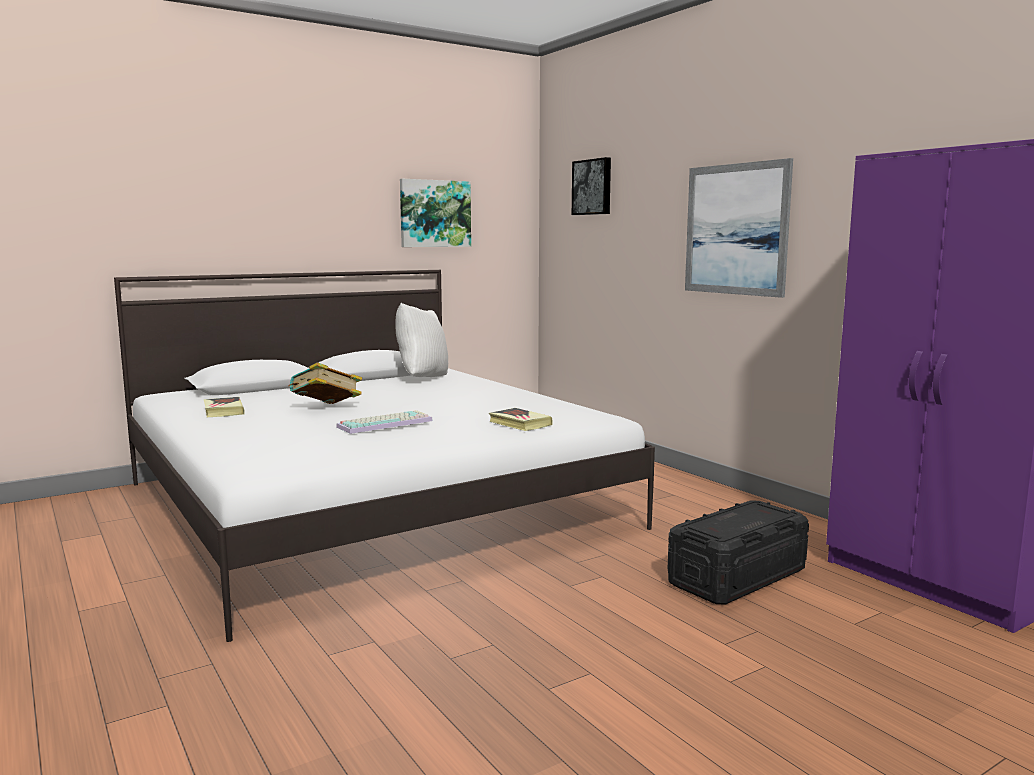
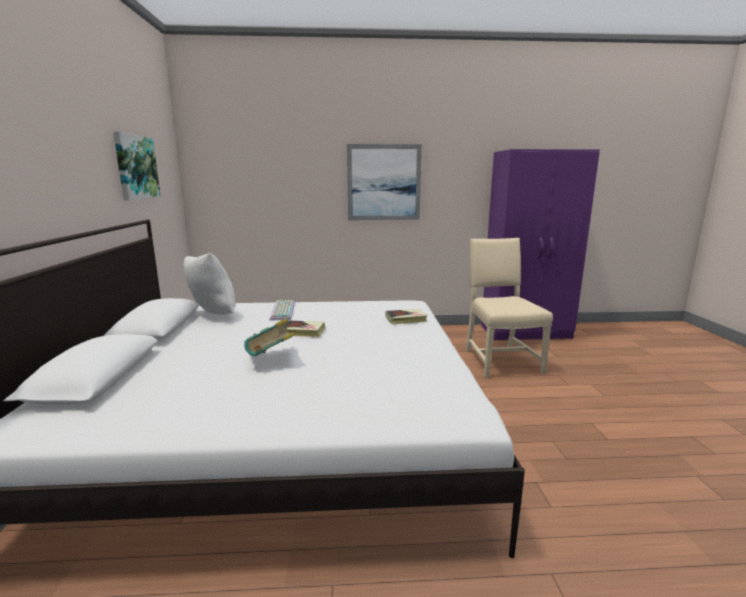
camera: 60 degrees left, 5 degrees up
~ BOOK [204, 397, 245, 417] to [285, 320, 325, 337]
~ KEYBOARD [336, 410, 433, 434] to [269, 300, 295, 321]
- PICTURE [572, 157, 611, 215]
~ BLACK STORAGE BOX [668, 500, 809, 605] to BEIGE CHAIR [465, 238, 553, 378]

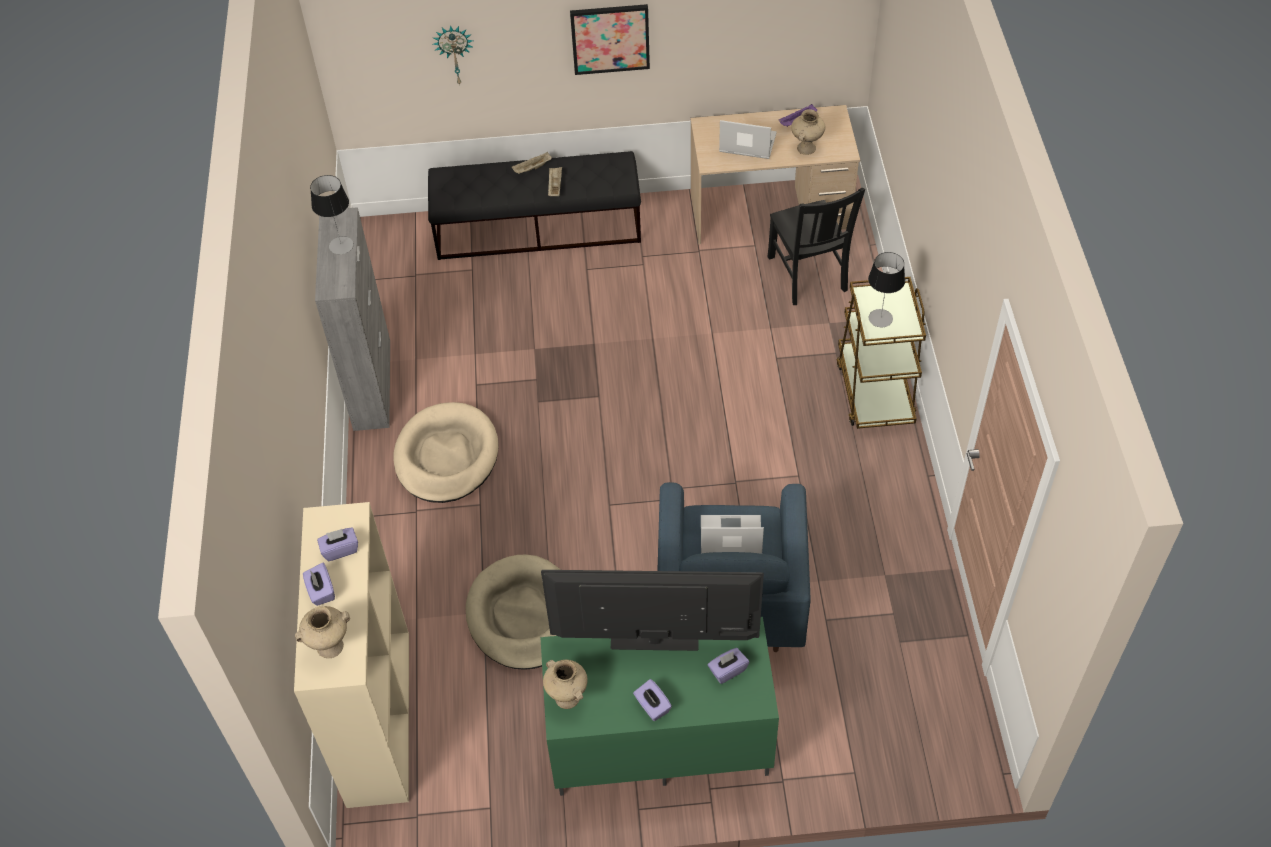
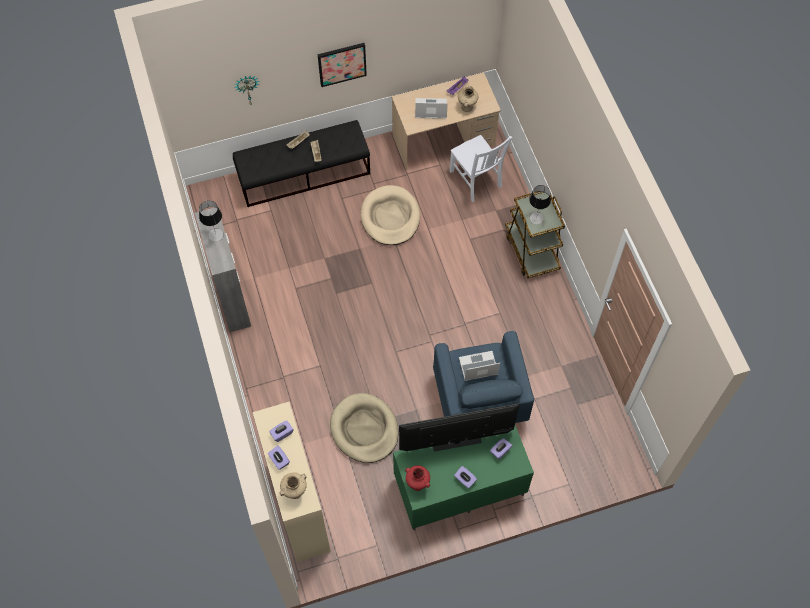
camera: 15 degrees left, 10 degrees up
~ BEIGE DOG BED [393, 402, 499, 503] to [360, 185, 420, 245]
~ BEIGE VASE [543, 660, 588, 709] to RED VASE [405, 466, 430, 491]
~ BLACK CHAIR [768, 188, 865, 305] to WHITE CHAIR [449, 135, 512, 202]

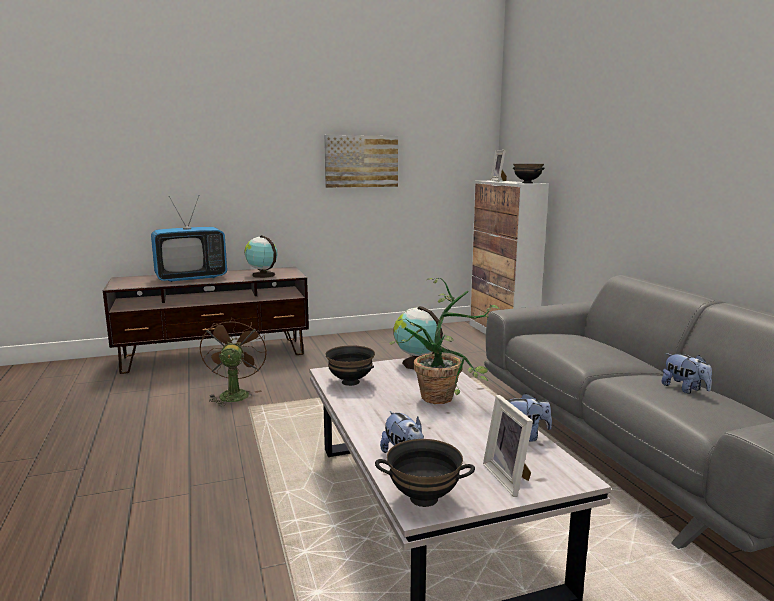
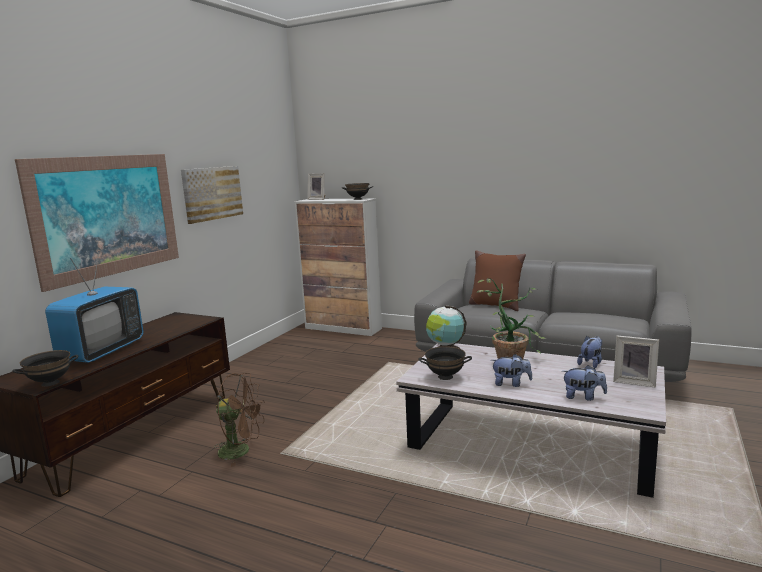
camera: 45 degrees left, 0 degrees up
~ BROWN FAN [200, 317, 267, 406] = [214, 373, 265, 467] 150 degrees clockwise
- GLOBE [244, 235, 278, 278]
~ BLACK BOWL [375, 439, 475, 507] to [12, 350, 79, 387]
~ PLUSH TOY [661, 353, 712, 394] to [491, 354, 532, 387]
+ PICTURE [15, 154, 179, 292]
+ BROWN PILLOW [469, 250, 526, 311]

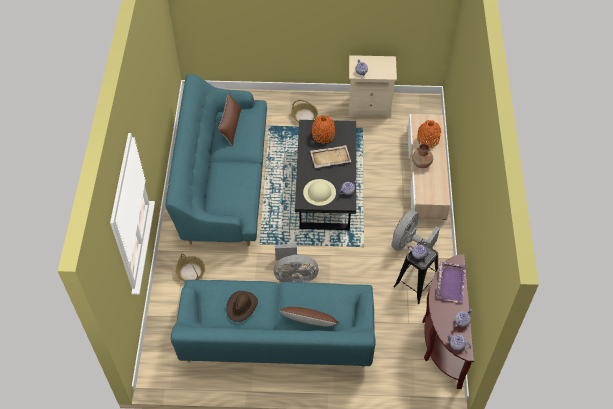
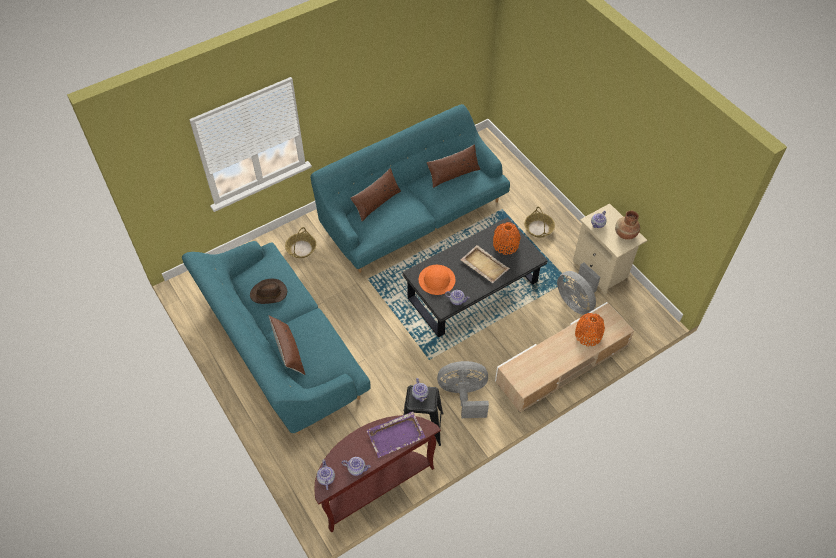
camera: 55 degrees right, 0 degrees up
~ GREY FAN [274, 244, 319, 282] to [557, 262, 600, 315]
~ BEIGE HAT [303, 179, 336, 206] to ORANGE HAT [418, 265, 456, 295]
~ BROWN VASE [412, 143, 433, 168] to [615, 211, 640, 240]
+ BROWN PILLOW [350, 168, 401, 221]

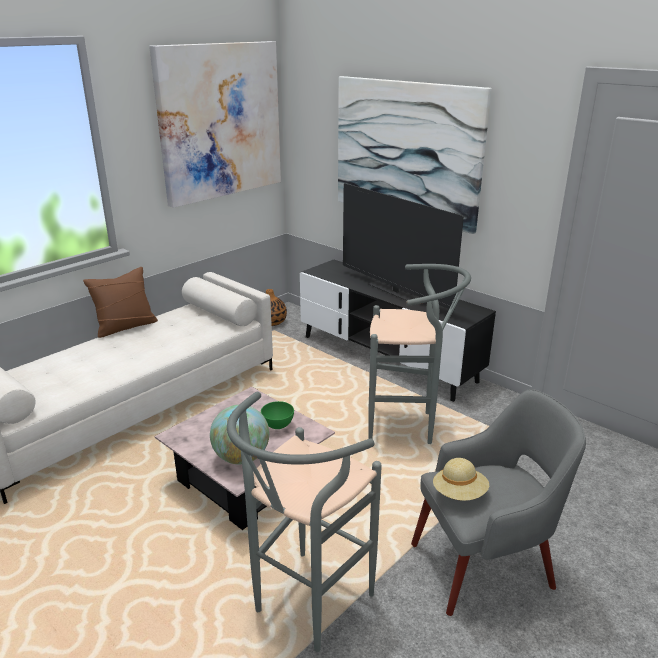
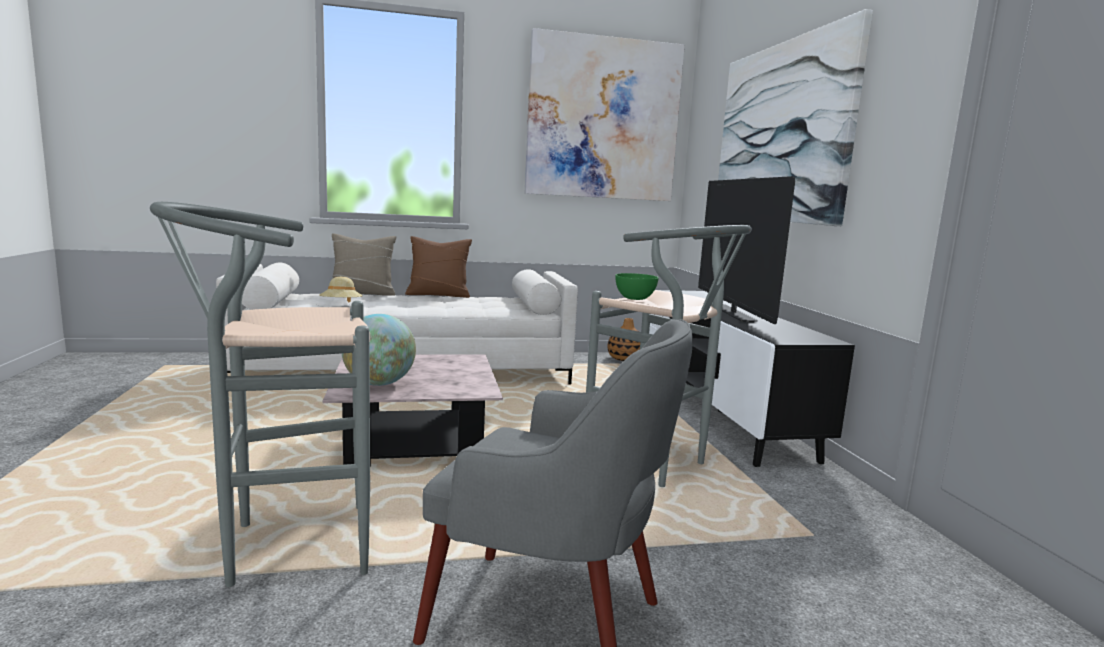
camera: 35 degrees right, 15 degrees down
~ GREEN BOWL [261, 401, 294, 429] to [615, 273, 659, 300]
~ BEIGE HAT [433, 458, 489, 501] to [319, 277, 363, 303]
+ BEIGE PILLOW [332, 233, 396, 296]

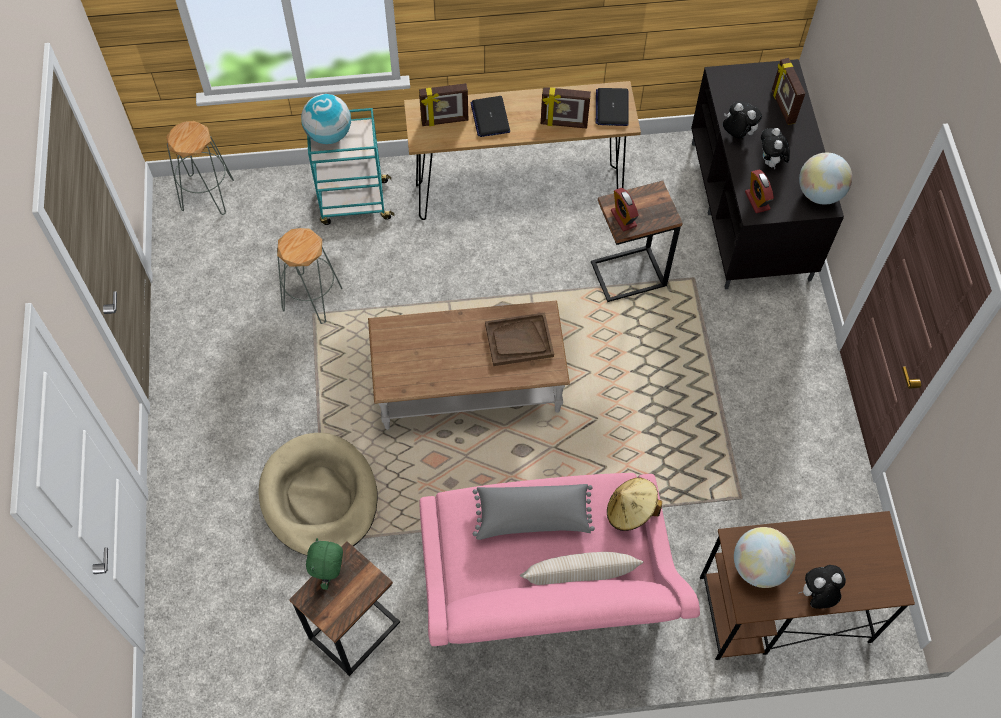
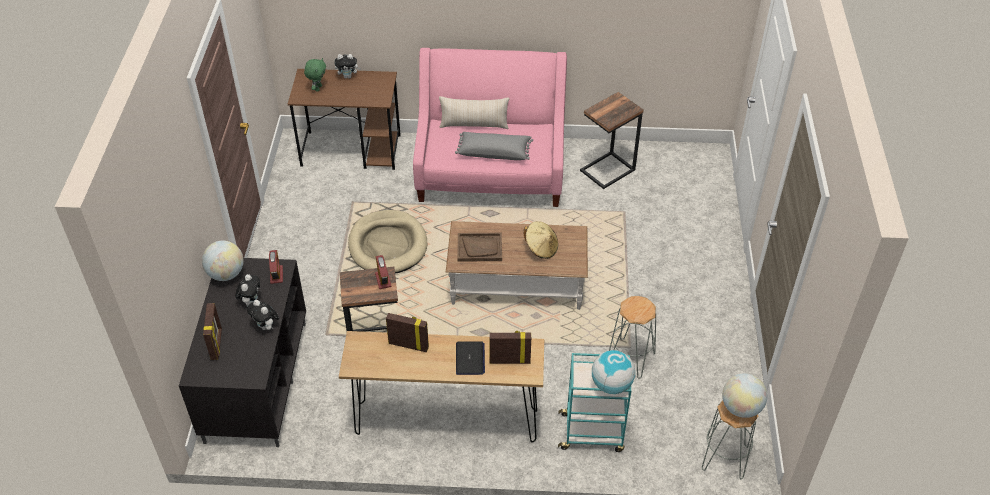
camera: 170 degrees left, 15 degrees down
~ BEIGE DOG BED [258, 433, 378, 555] to [348, 210, 427, 274]
~ GREEN PLUSH TOY [306, 538, 343, 590] to [304, 58, 326, 92]
- LAPTOP [596, 88, 629, 126]
~ BEIGE HAT [607, 477, 662, 531] to [524, 221, 558, 259]
~ GLOBE [734, 527, 795, 588] to [722, 373, 767, 418]

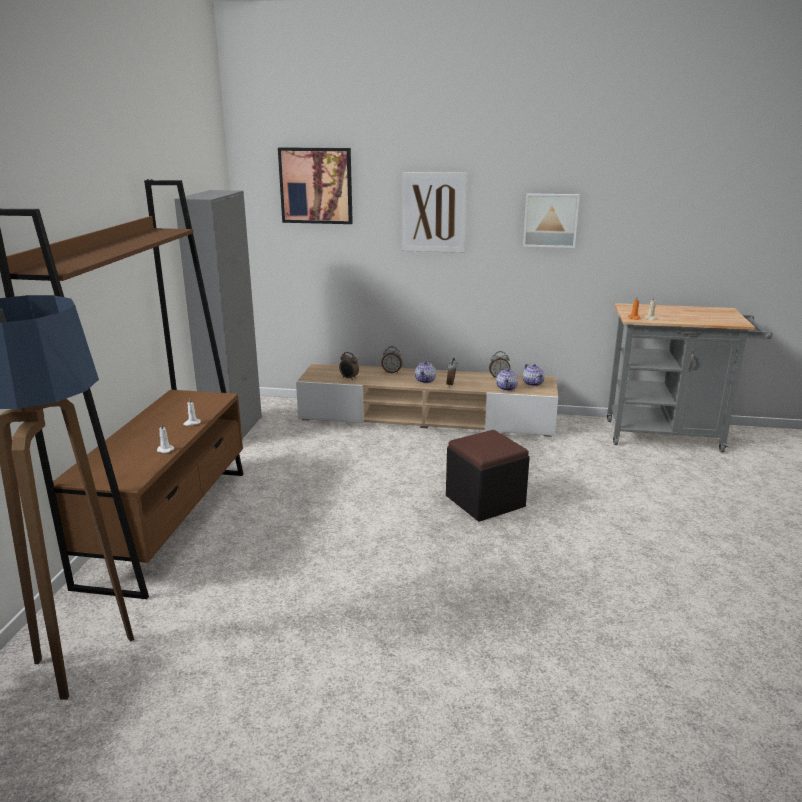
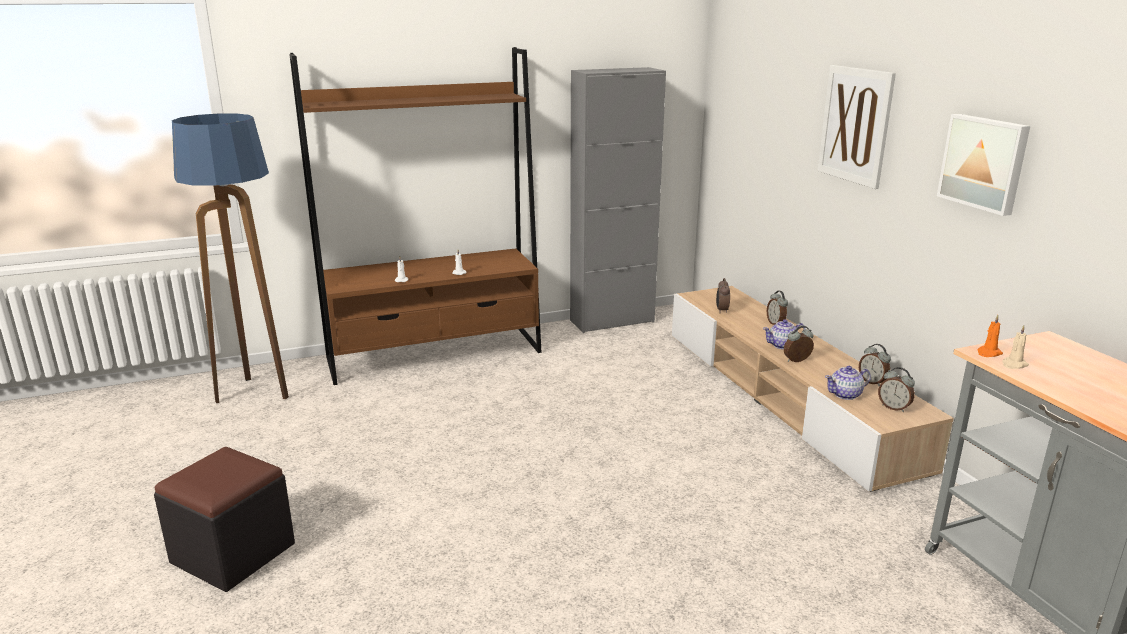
camera: 60 degrees right, 0 degrees up
- PICTURE [278, 147, 353, 224]
~ BLACK OTTOMAN [446, 430, 530, 522] to [154, 447, 295, 592]
~ TEAPOT [523, 364, 545, 386] to ALARM CLOCK [878, 367, 915, 412]

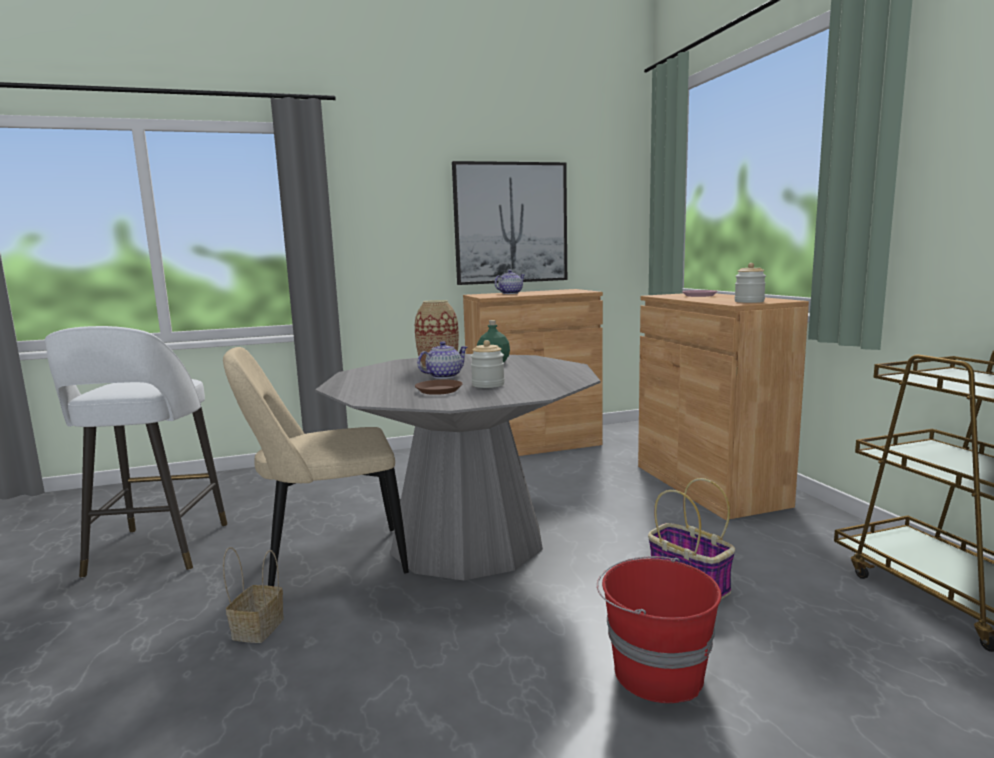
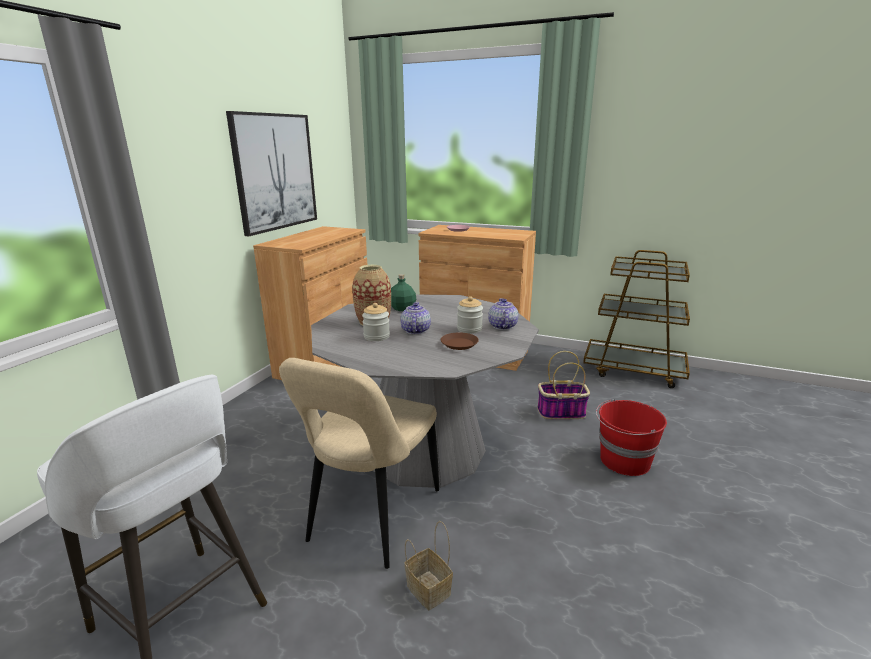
camera: 50 degrees left, 10 degrees up
~ TEAPOT [495, 270, 525, 294] to [488, 298, 519, 330]
~ JAR [734, 263, 766, 303] to [362, 303, 390, 341]

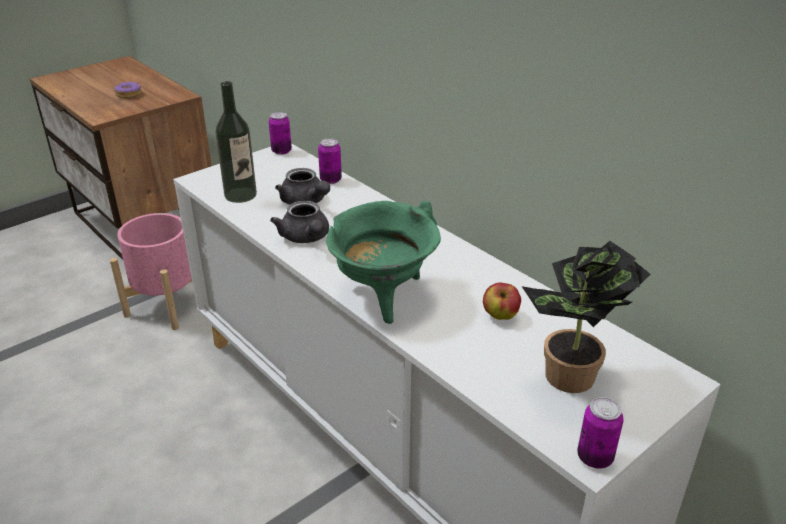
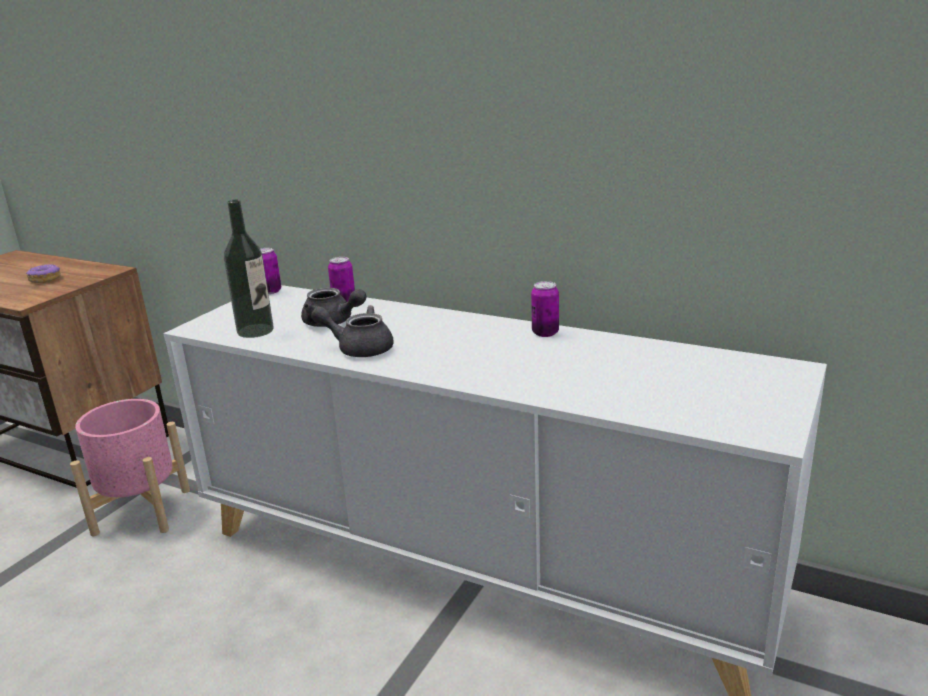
camera: 20 degrees left, 10 degrees down
~ GREY TEAPOT [270, 201, 329, 243] = [311, 305, 394, 357] 150 degrees clockwise
- GREEN COOKING POT [326, 201, 441, 324]
- APPLE [483, 283, 521, 320]
- POTTED PLANT [522, 241, 651, 393]
~ CAN [577, 397, 624, 469] to [531, 281, 559, 337]

